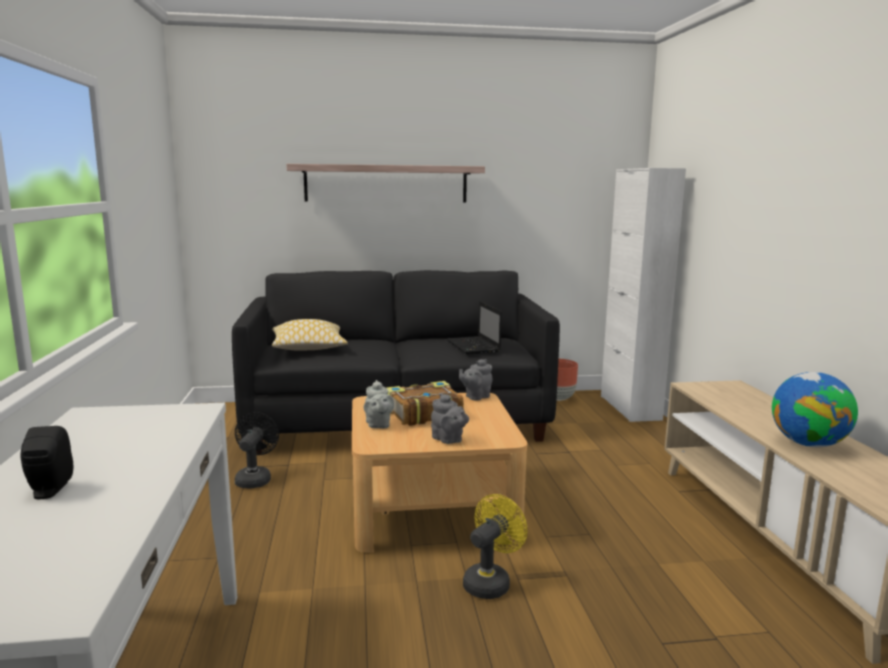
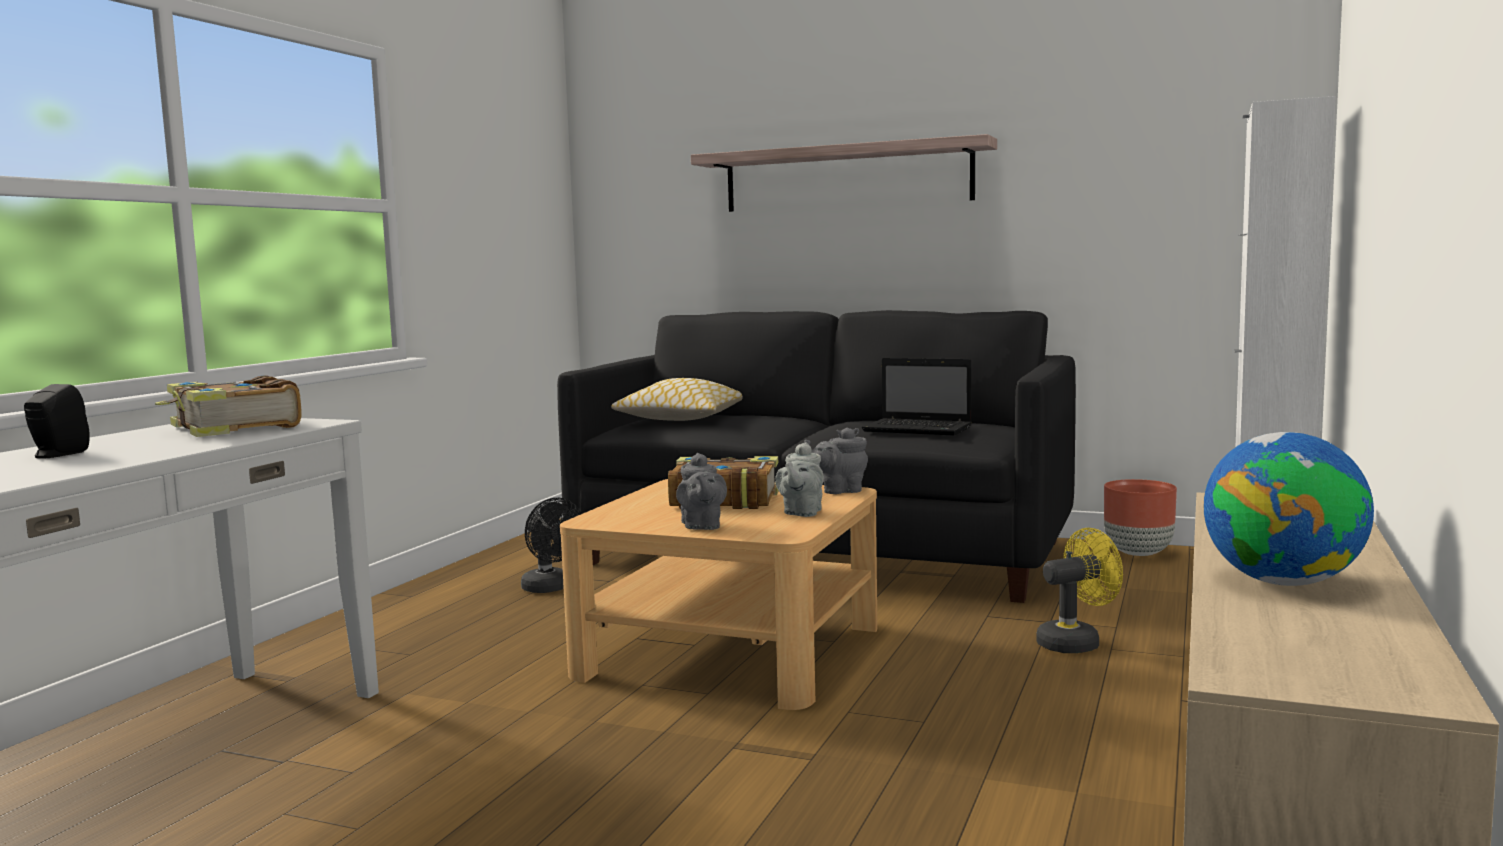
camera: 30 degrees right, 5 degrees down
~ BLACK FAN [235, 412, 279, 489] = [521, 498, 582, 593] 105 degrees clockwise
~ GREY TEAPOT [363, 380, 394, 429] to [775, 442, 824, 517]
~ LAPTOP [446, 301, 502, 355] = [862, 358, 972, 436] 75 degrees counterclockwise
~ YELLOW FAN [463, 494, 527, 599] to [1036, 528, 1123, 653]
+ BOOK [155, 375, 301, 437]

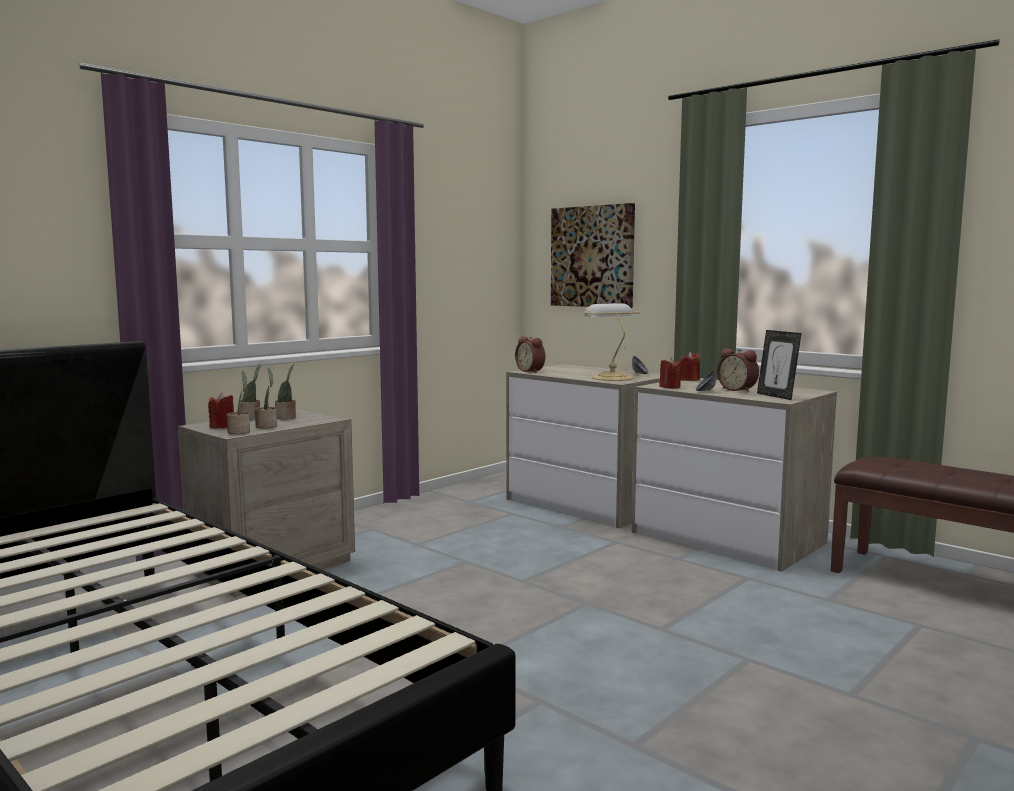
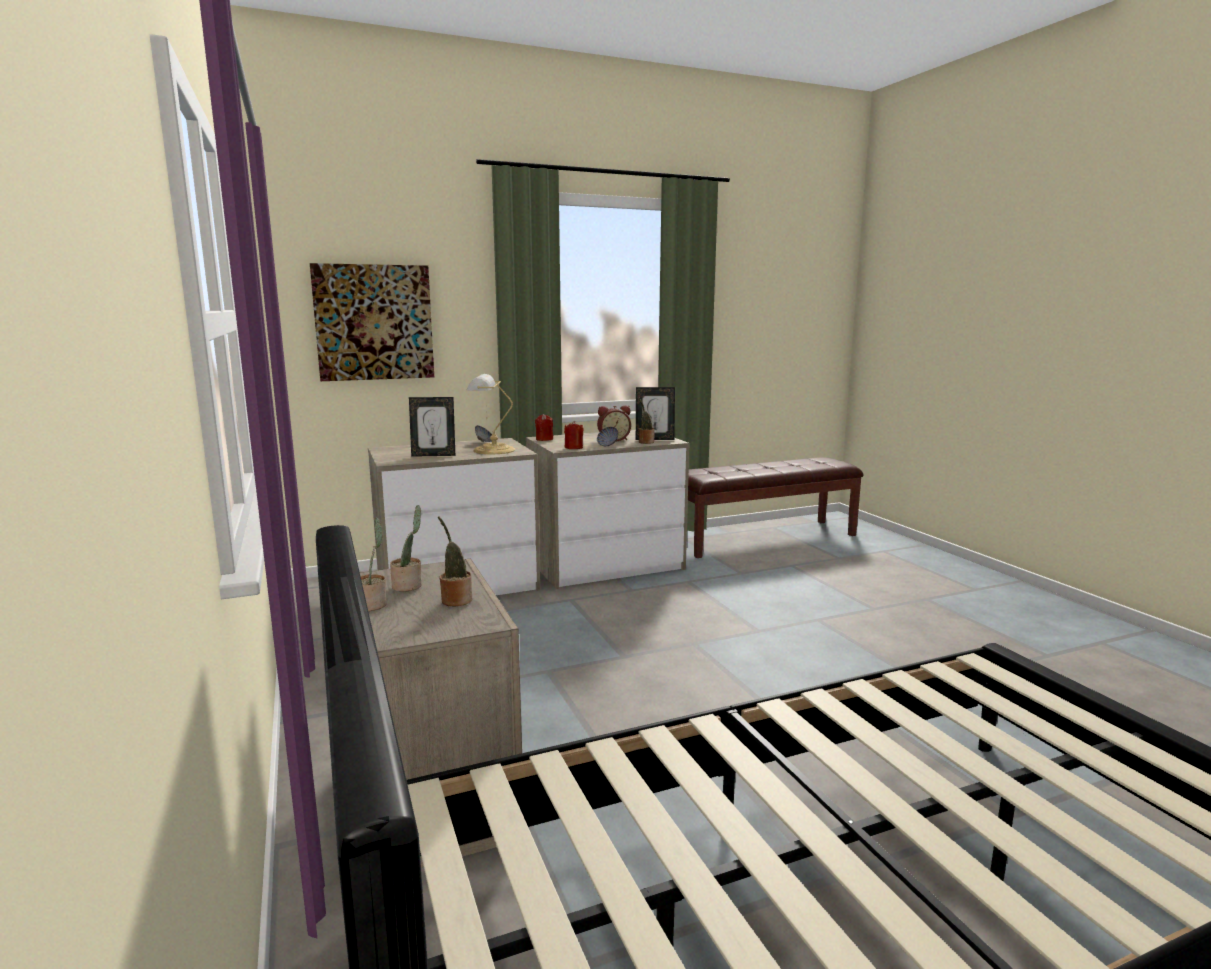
camera: 65 degrees left, 5 degrees up
- RED CANDLE [208, 393, 234, 428]
~ POTTED PLANT [227, 371, 250, 434] to [638, 398, 655, 444]
- ALARM CLOCK [515, 336, 545, 373]
+ PICTURE FRAME [409, 397, 455, 457]

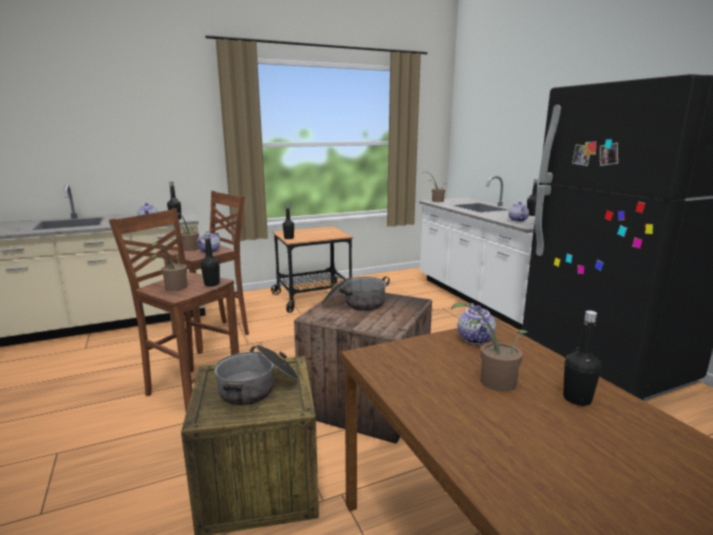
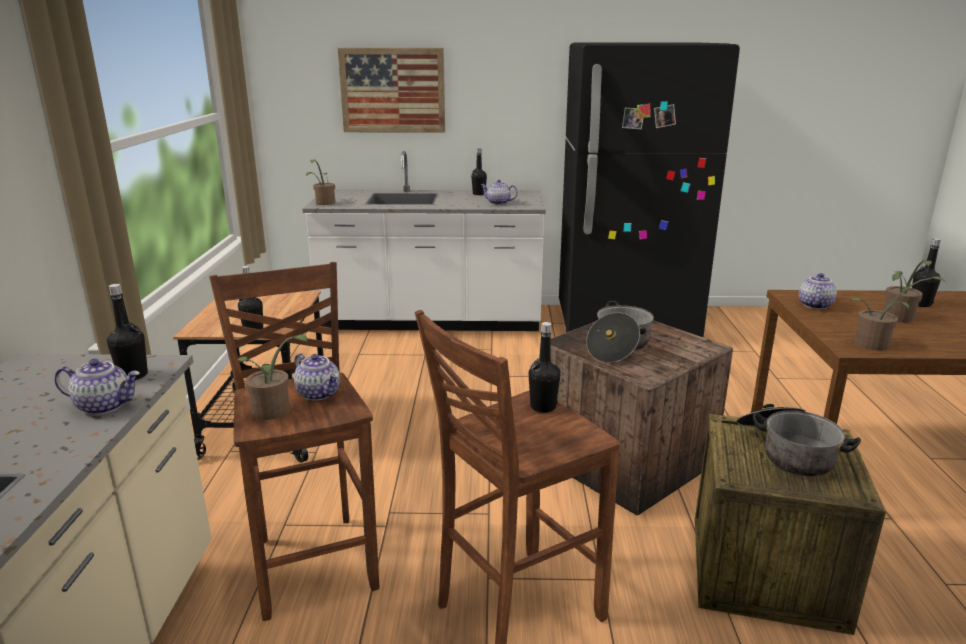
camera: 65 degrees left, 5 degrees up
~ POTTED PLANT [150, 242, 188, 291] to [850, 276, 946, 351]
~ TEAPOT [458, 303, 496, 344] = [799, 273, 837, 309] 90 degrees counterclockwise
+ PICTURE [338, 48, 445, 133]

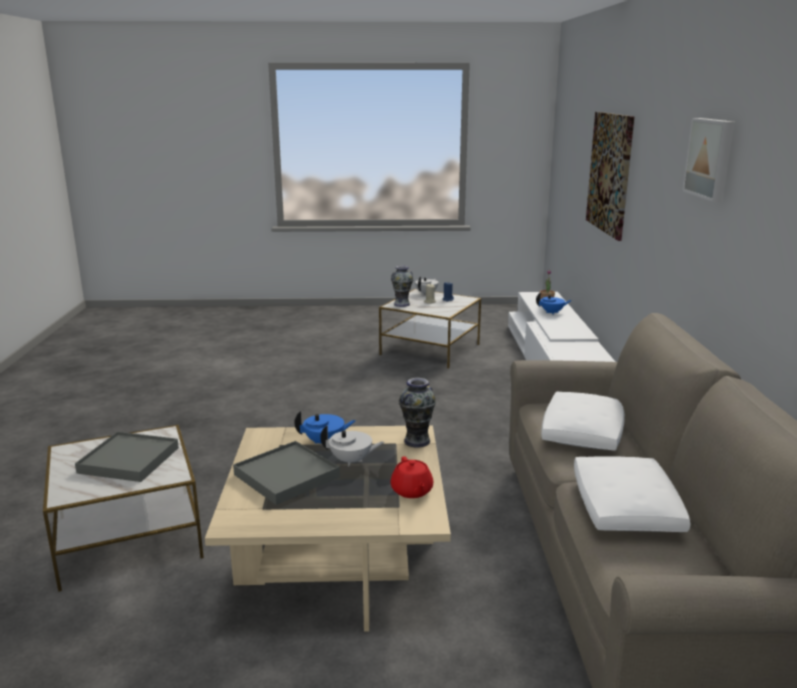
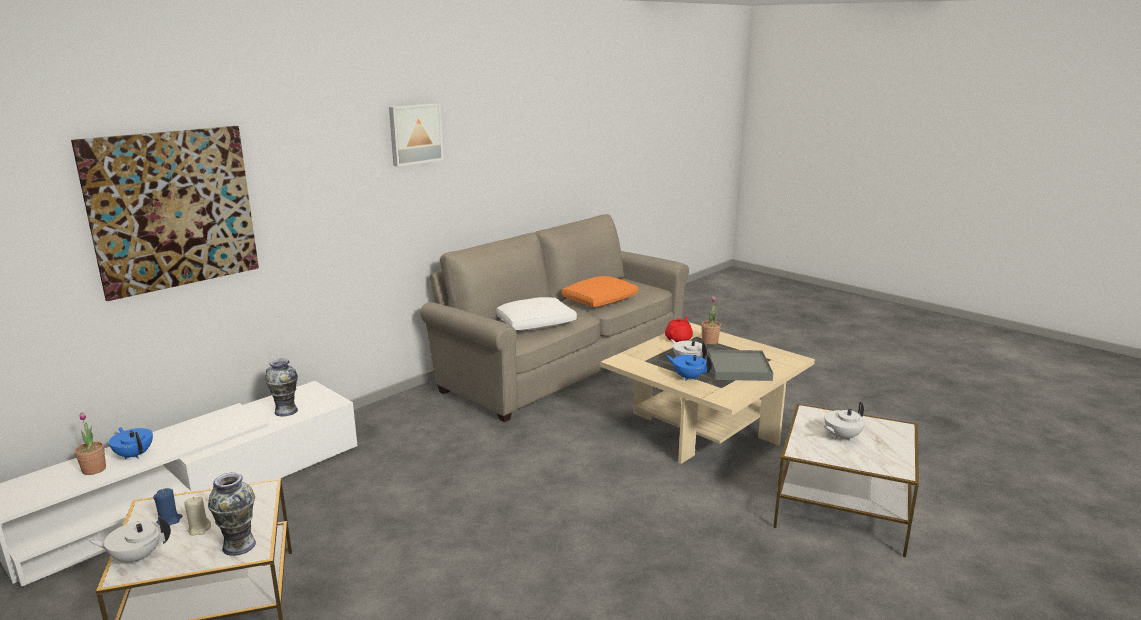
camera: 135 degrees left, 0 degrees up
~ GREY TRAY [75, 432, 179, 482] to WHITE TEAPOT [824, 402, 865, 441]
~ VASE [399, 378, 436, 448] to [265, 358, 298, 416]
~ WHITE PILLOW [574, 457, 690, 532] to ORANGE PILLOW [562, 276, 638, 307]
+ POTTED PLANT [701, 296, 721, 345]

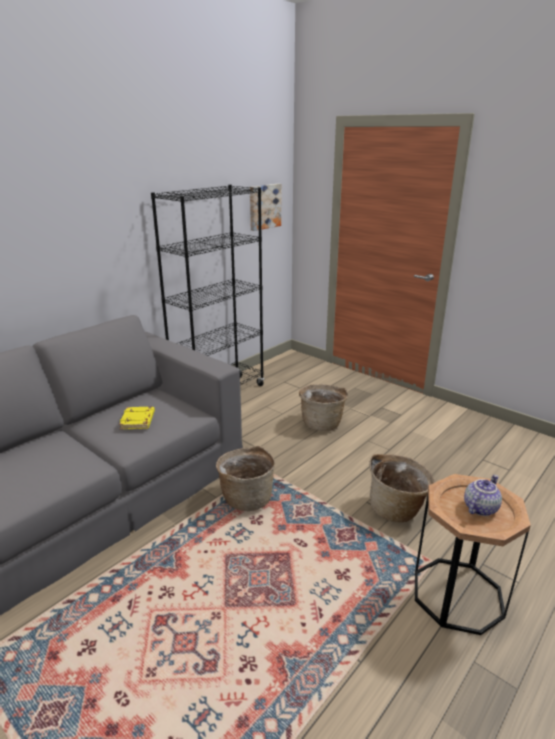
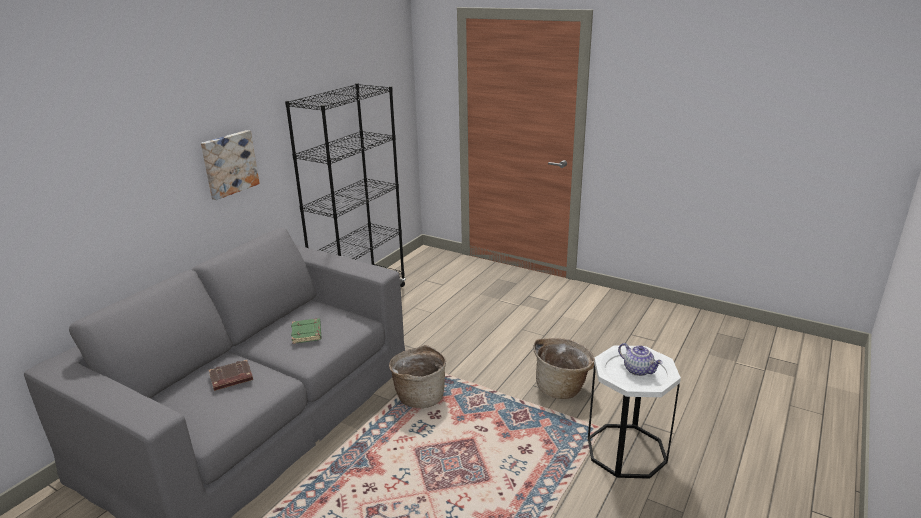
camera: 10 degrees left, 0 degrees up
~ YELLOW BOOK [119, 407, 155, 429] to GREEN BOOK [291, 318, 322, 344]
~ PICTURE [250, 184, 281, 231] to [201, 130, 260, 200]
- BASKET [299, 384, 348, 431]
~ BROWN SIDE TABLE [415, 474, 531, 635] to WHITE SIDE TABLE [588, 346, 681, 479]
~ TEAPOT [464, 475, 502, 516] = [618, 343, 663, 376] 105 degrees clockwise
+ BROWN BOOK [209, 360, 253, 391]

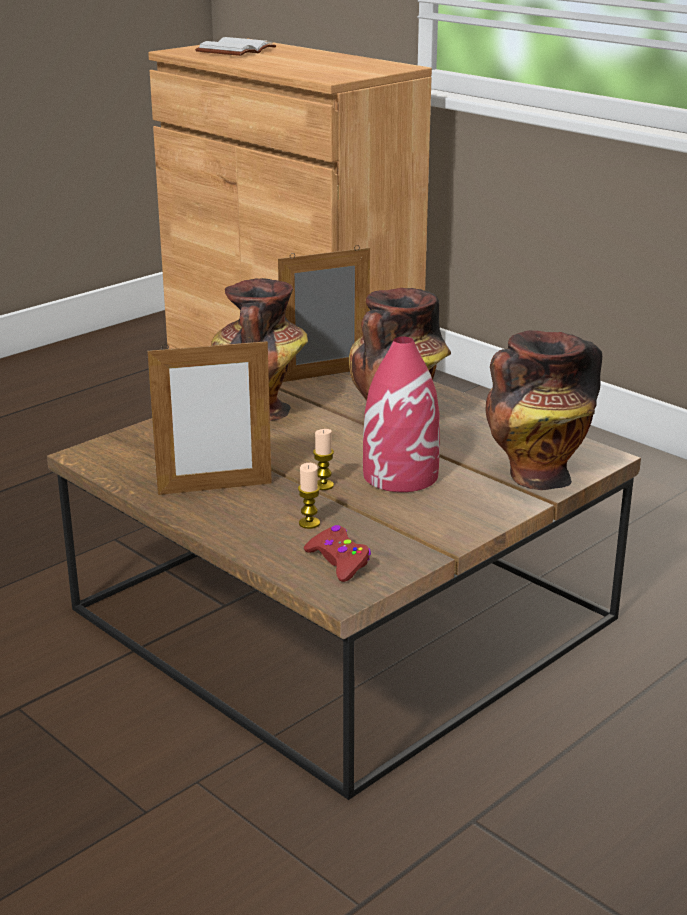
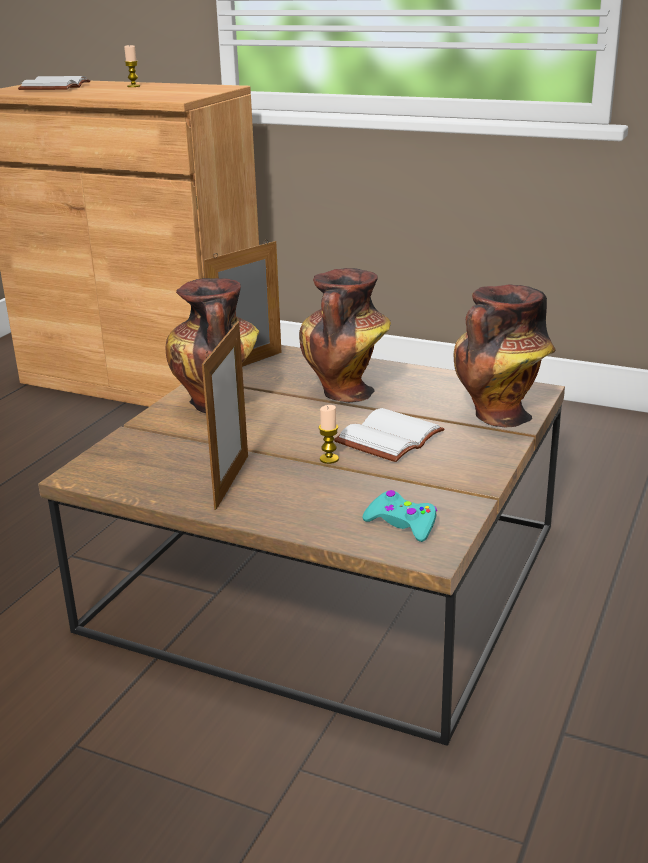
camera: 20 degrees left, 0 degrees up
~ PICTURE FRAME [147, 337, 272, 495] = [202, 321, 248, 510] 45 degrees counterclockwise
~ CANDLE [298, 463, 320, 529] to [124, 45, 140, 87]
~ RED GAME CONTROLLER [304, 525, 371, 582] to TURQUOISE GAME CONTROLLER [362, 490, 437, 542]
~ RED VASE [363, 337, 440, 492] to WHITE BOOK [334, 408, 444, 462]

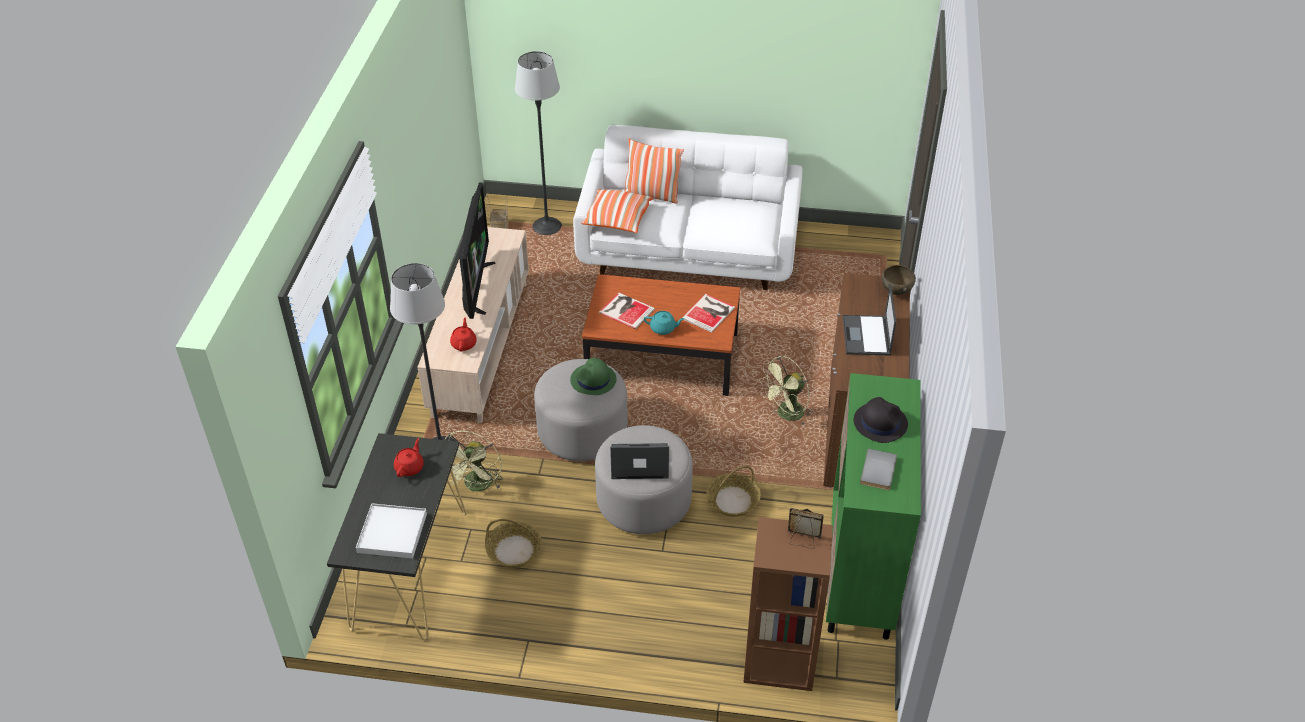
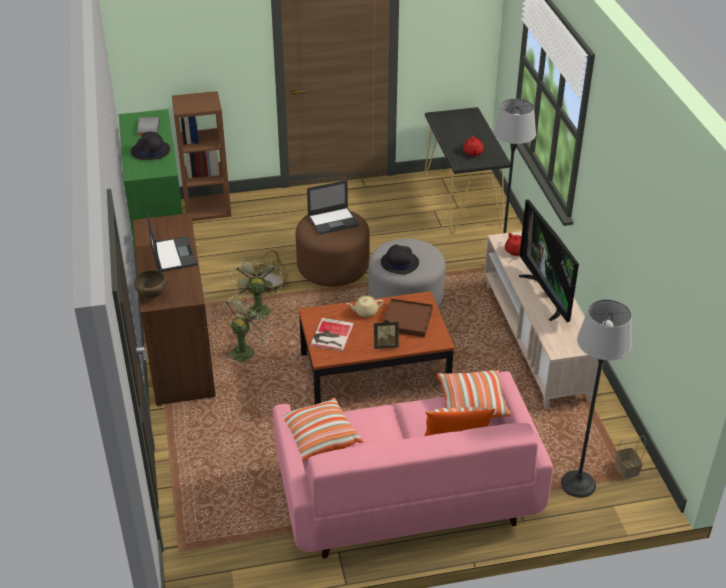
camera: 160 degrees right, 5 degrees down
- WHITE TRAY [356, 503, 427, 559]
~ GREEN FAN [444, 431, 503, 491] to [231, 256, 283, 322]
- BASKET [485, 519, 542, 568]
~ GREEN HAT [570, 358, 616, 395] to BLACK HAT [381, 245, 419, 274]
~ WHITE SOFA [573, 125, 802, 290] to PINK SOFA [273, 371, 553, 559]
~ GREY OTTOMAN [595, 425, 693, 534] to BROWN OTTOMAN [296, 211, 370, 287]
~ BOOK [599, 292, 655, 329] to BROWN TRAY [383, 298, 433, 337]
~ TURQUOISE TEAPOT [644, 311, 685, 335] to BEIGE TEAPOT [347, 295, 384, 317]
~ PICTURE FRAME [788, 508, 824, 549] to [374, 319, 399, 349]
+ PILLOW [283, 398, 363, 461]

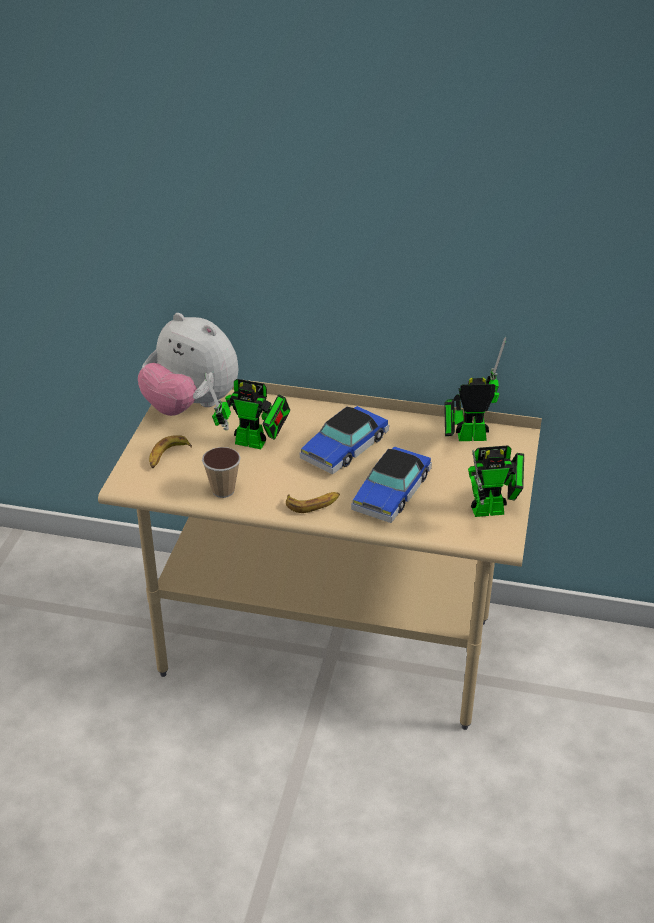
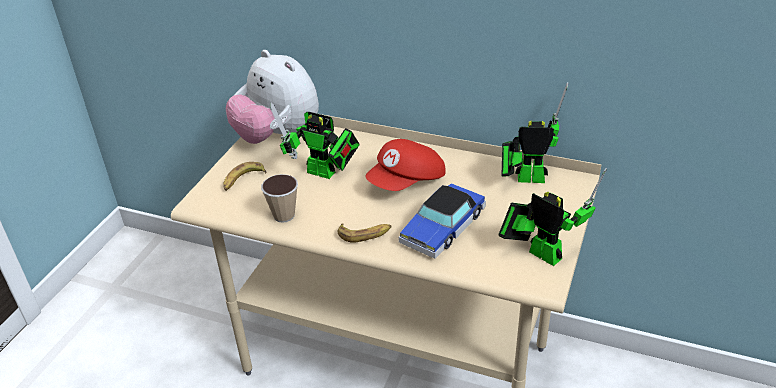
camera: 10 degrees right, 0 degrees up
~ TOY CAR [300, 406, 389, 475] to RED CAP [365, 139, 446, 191]
~ TOY ROBOT [468, 446, 524, 517] = [498, 168, 607, 266] 135 degrees counterclockwise

